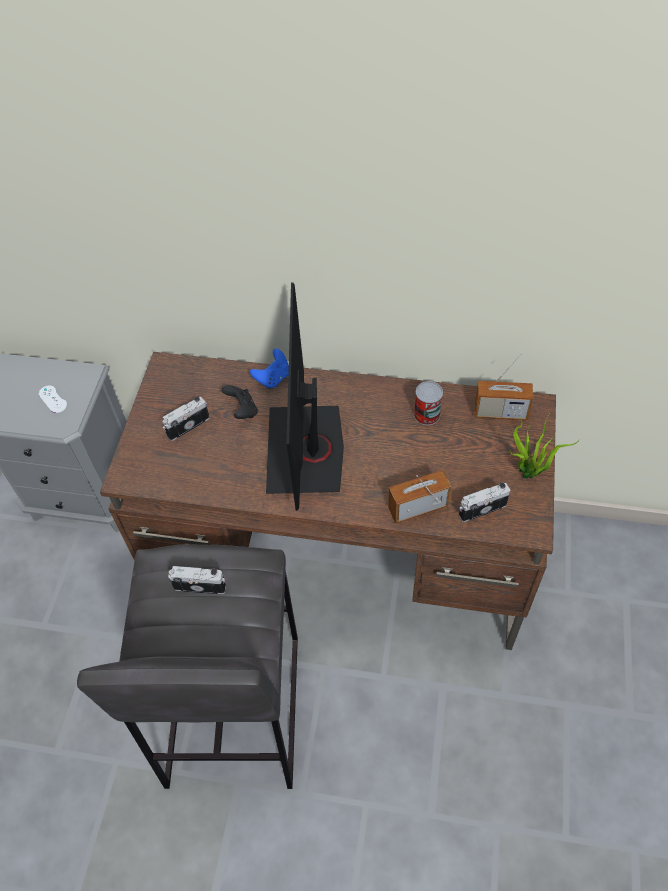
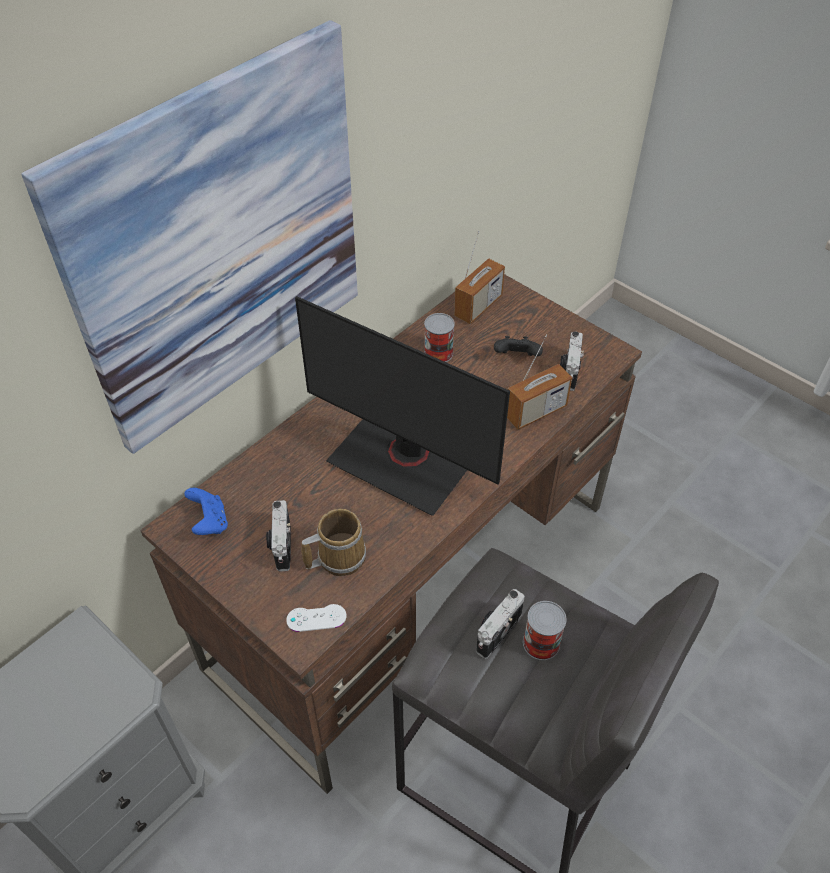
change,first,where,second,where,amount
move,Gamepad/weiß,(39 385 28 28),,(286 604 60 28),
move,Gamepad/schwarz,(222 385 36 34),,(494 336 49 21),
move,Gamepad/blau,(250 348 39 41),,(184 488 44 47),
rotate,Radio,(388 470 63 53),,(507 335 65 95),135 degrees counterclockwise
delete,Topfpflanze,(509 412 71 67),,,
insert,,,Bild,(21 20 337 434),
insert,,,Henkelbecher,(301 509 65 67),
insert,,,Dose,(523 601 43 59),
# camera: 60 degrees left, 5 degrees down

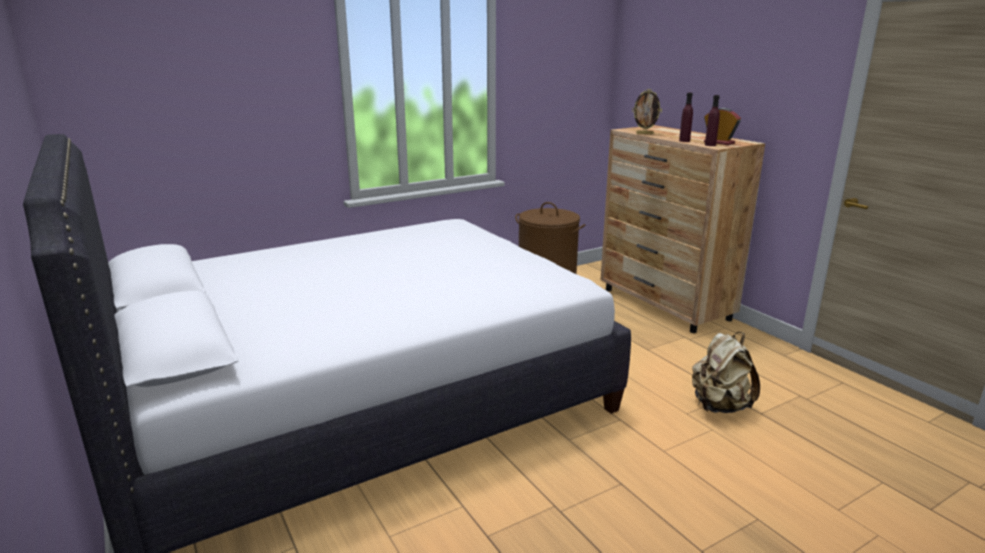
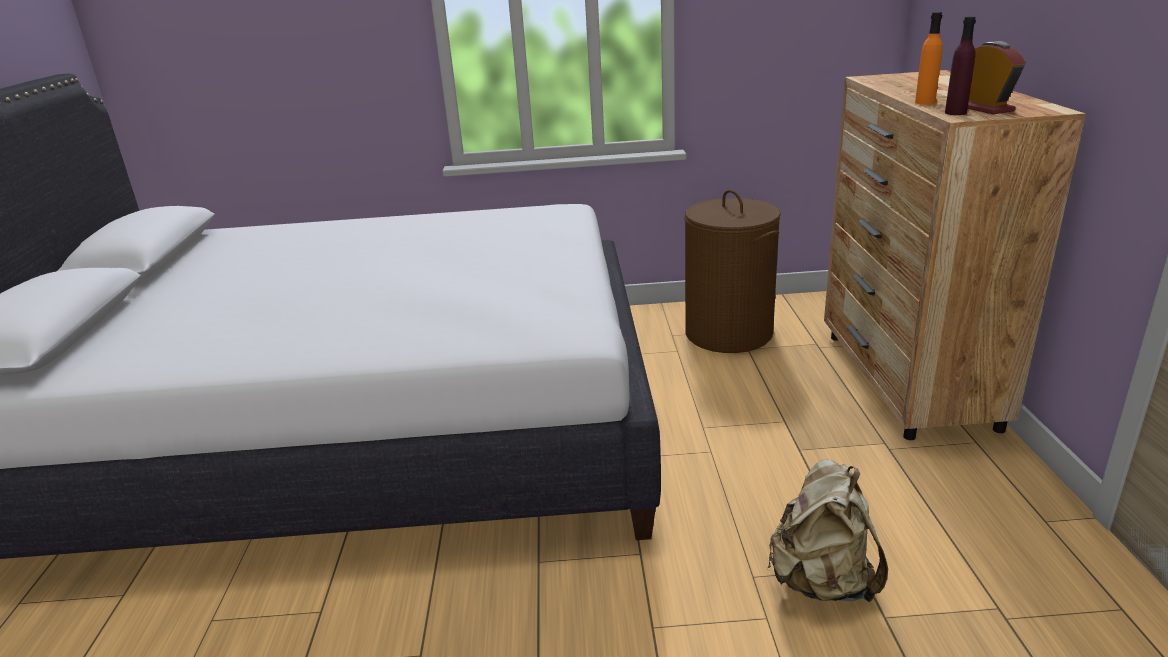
change,first,where,second,where,amount
delete,Bilderrahmen,(632 89 30 46),,,
recolor,Flasche/lila,(679 93 14 49),Flasche/orange,(915 12 28 93),
# camera: 30 degrees right, 5 degrees up

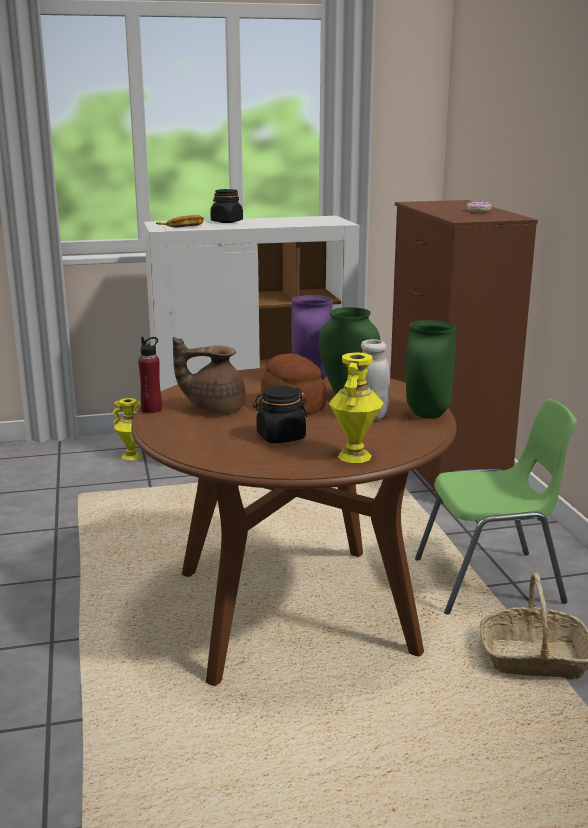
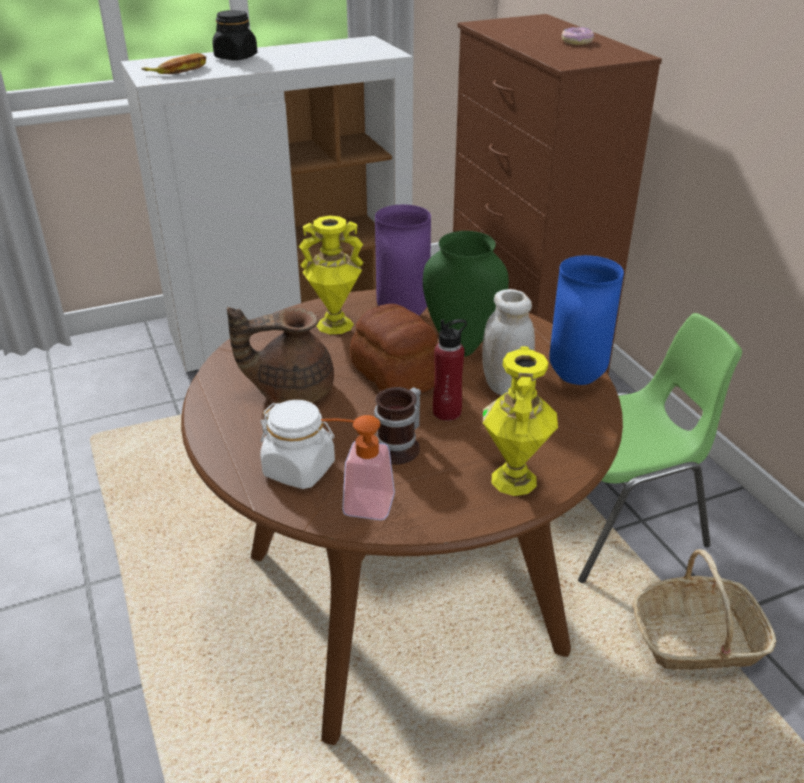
change,first,where,second,where,amount
move,Vase/gelb,(112 398 29 62),,(299 216 64 118),
move,Flasche/rot,(138 337 24 76),,(433 319 34 102),
replace,Vorratsglas/schwarz,(253 386 55 57),Henkelbecher,(374 387 47 78),
recolor,Vase/grün,(406 320 49 99),Vase/blau,(549 255 75 130),
insert,,,Vorratsglas/weiß,(260 400 75 89),
insert,,,Seifenspender,(321 415 74 105),
# camera: 10 degrees left, 15 degrees up

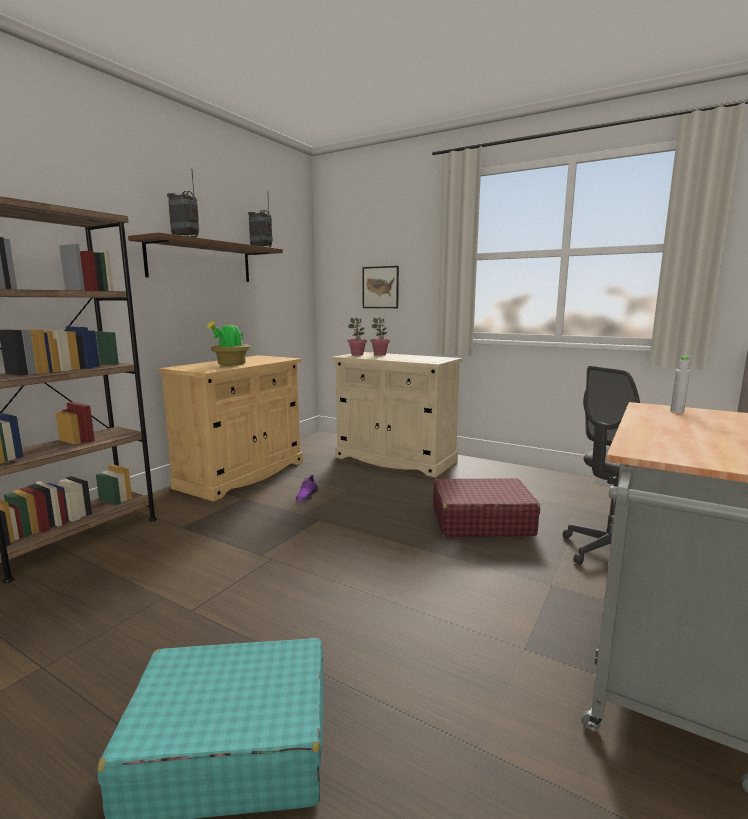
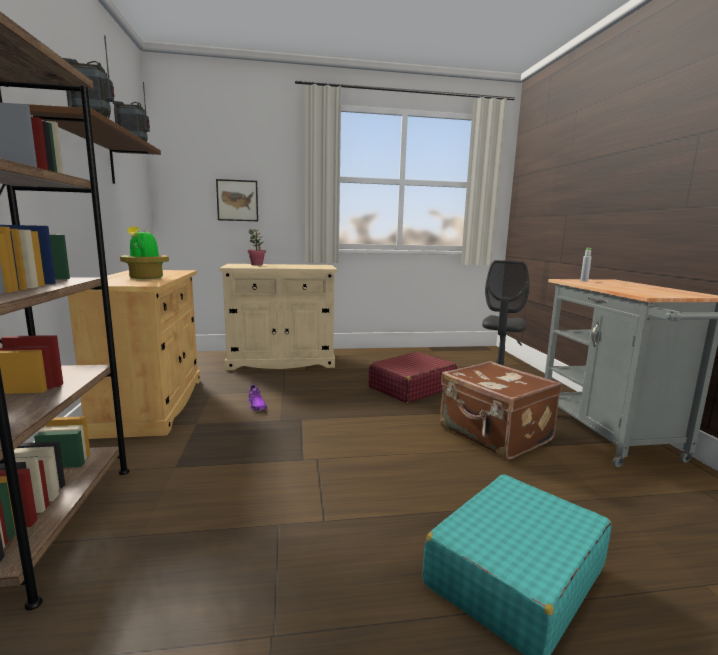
change,first,where,second,where,amount
delete,Topfpflanze,(348 317 19 39),,,
insert,,,Koffer/braun,(440 361 122 99),
# camera: 40 degrees left, 0 degrees up

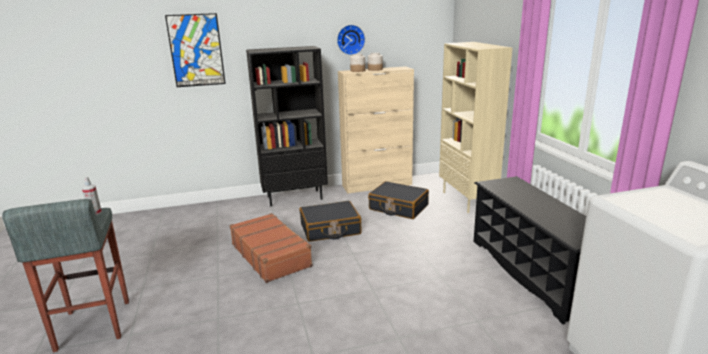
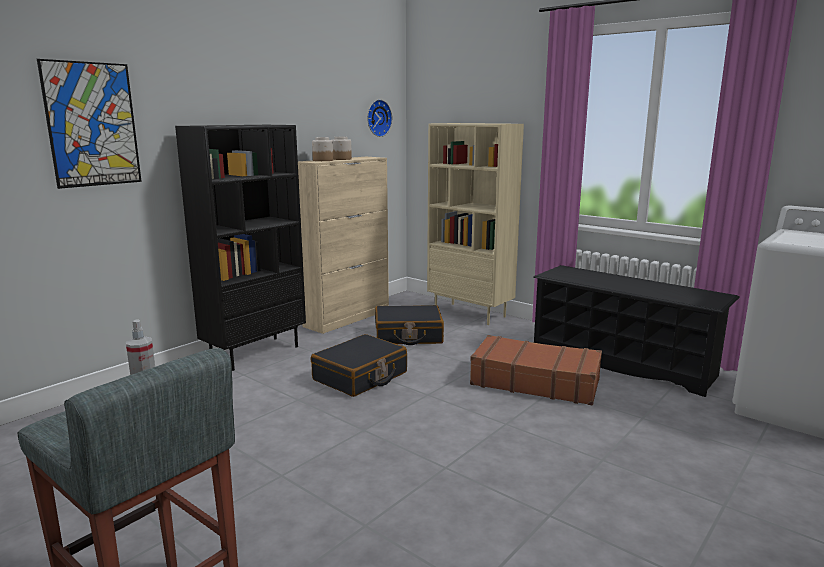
change,first,where,second,where,amount
move,Koffer/braun,(230 213 82 70),,(470 335 132 71),
move,Wanduhr,(337 25 28 30),,(367 100 25 37),
# camera: 35 degrees left, 5 degrees down

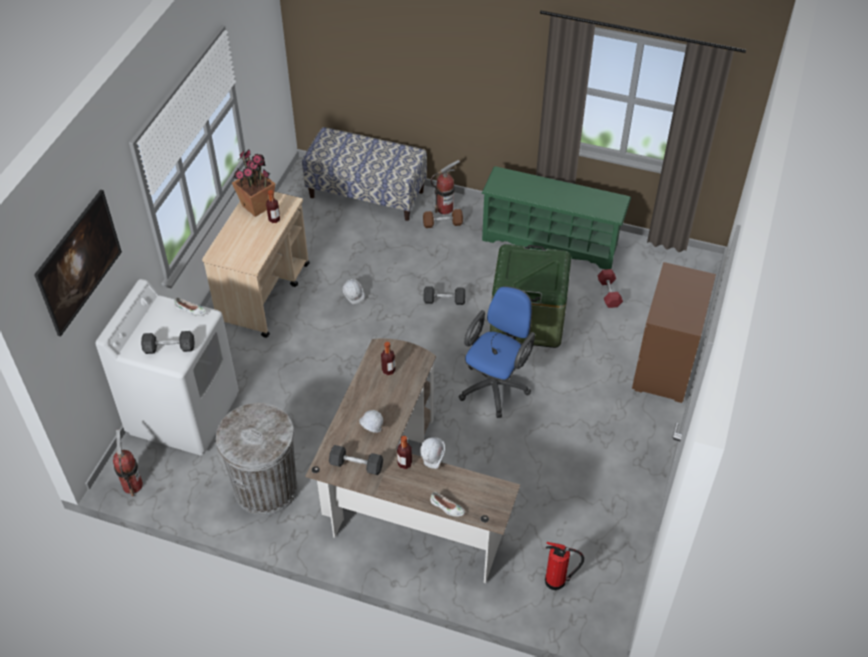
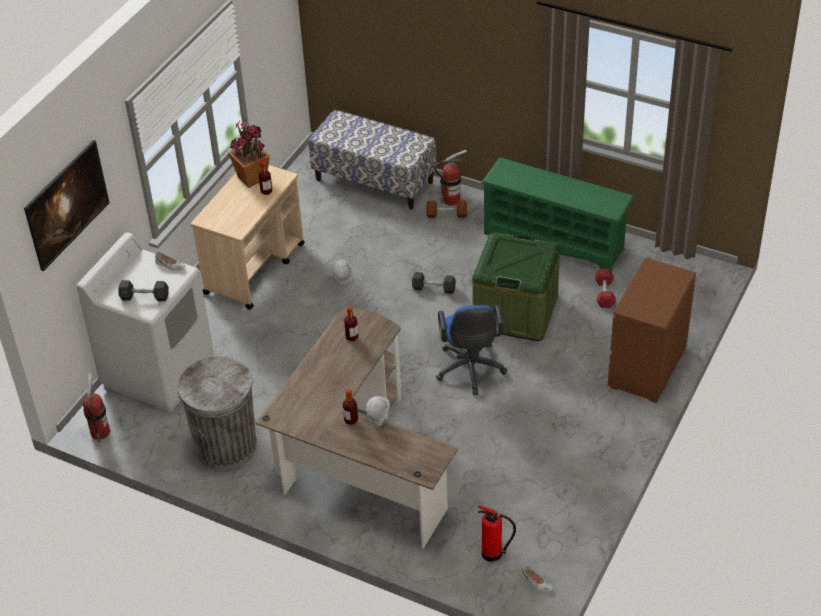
change,first,where,second,where,amount
delete,Hantel/grau,(329 445 54 30),,,
delete,Schutzhelm/weiß,(359 410 24 23),,,
move,Schuh/weiß,(430 492 35 25),,(521 566 32 26),
rotate,Bürostuhl/blau,(458 286 77 132),,(436 305 71 90),135 degrees clockwise
# camera: 10 degrees right, 5 degrees down

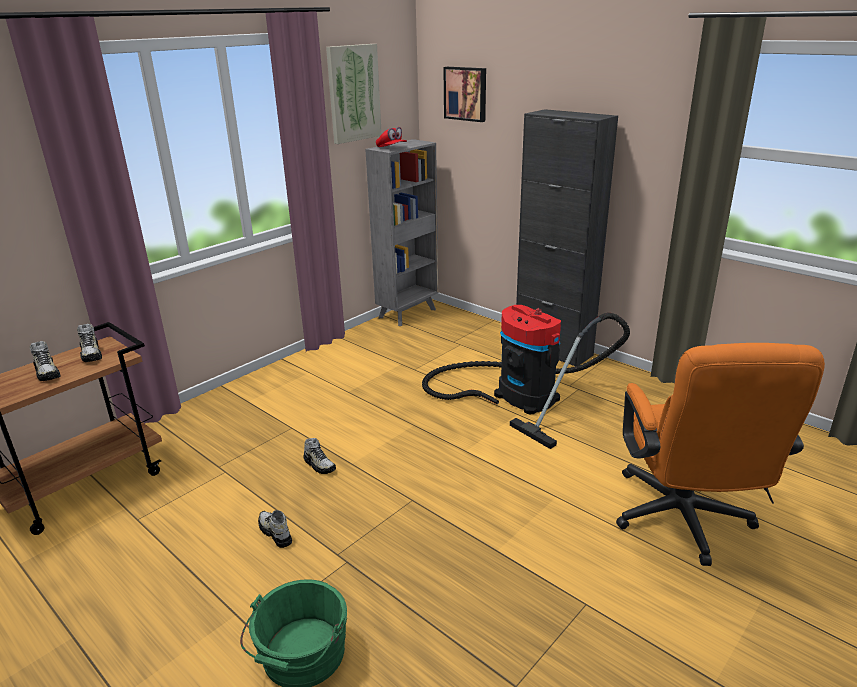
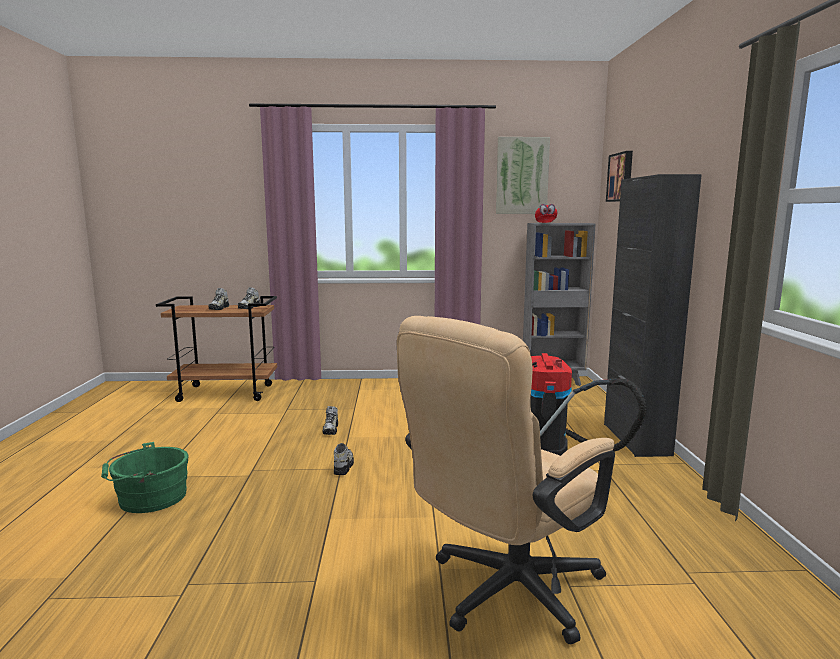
change,first,where,second,where,amount
move,Schuh,(258 510 34 38),,(334 443 20 32),
recolor,Bürostuhl/orange,(616 343 209 223),Bürostuhl/beige,(397 316 218 328),
# camera: 45 degrees right, 15 degrees down

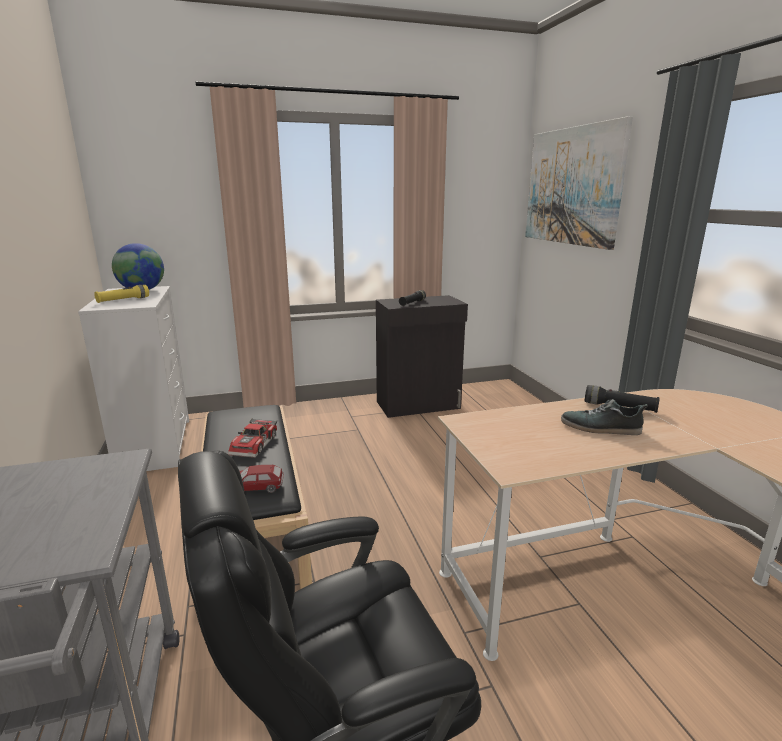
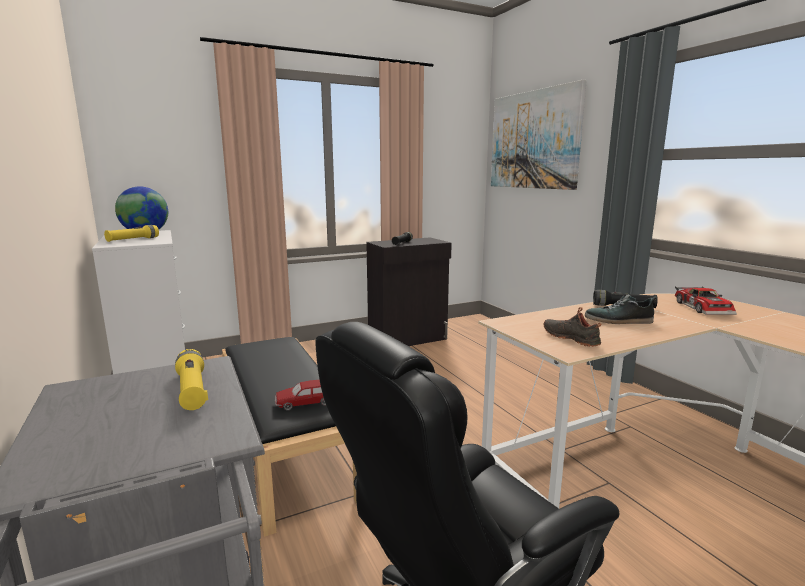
change,first,where,second,where,amount
move,Spielzeugauto,(228 418 49 40),,(675 286 62 29),
insert,,,Taschenlampe/gelb,(175 349 33 61),
insert,,,Schuh/schwarz,(543 307 58 40),
# camera: 10 degrees left, 5 degrees down

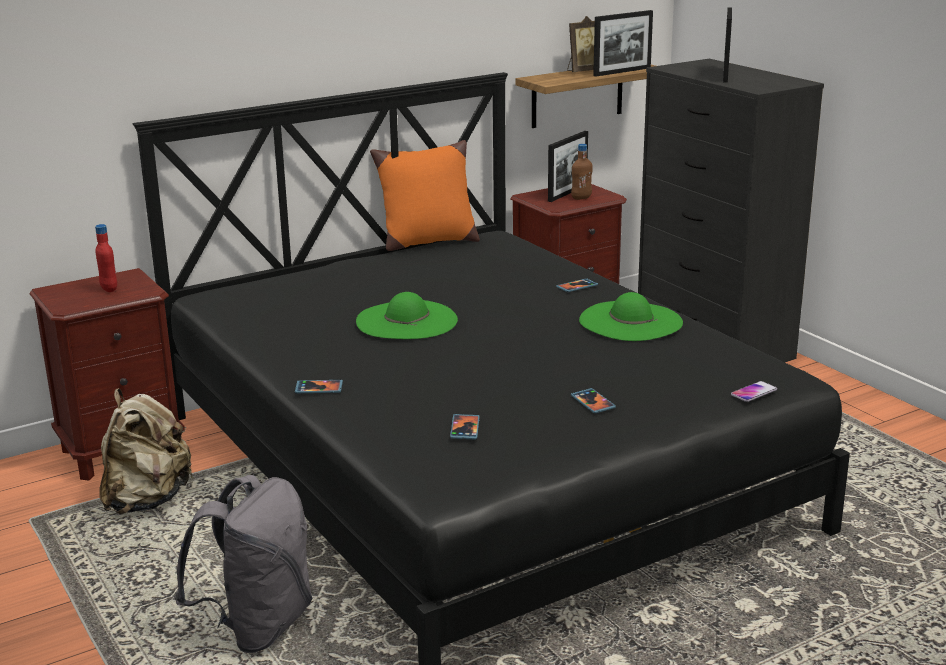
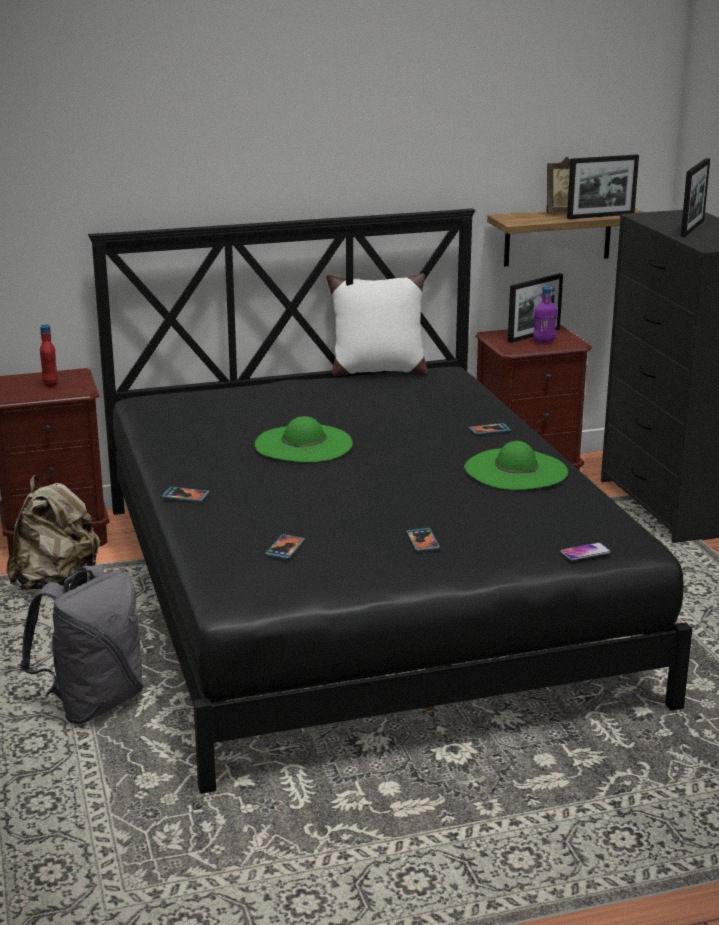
change,first,where,second,where,amount
recolor,Kissen/orange,(370 140 110 111),Kissen/weiß,(326 273 102 103),
recolor,Flasche/braun,(571 144 22 56),Flasche/lila,(533 287 24 56),
# camera: 15 degrees right, 0 degrees up

